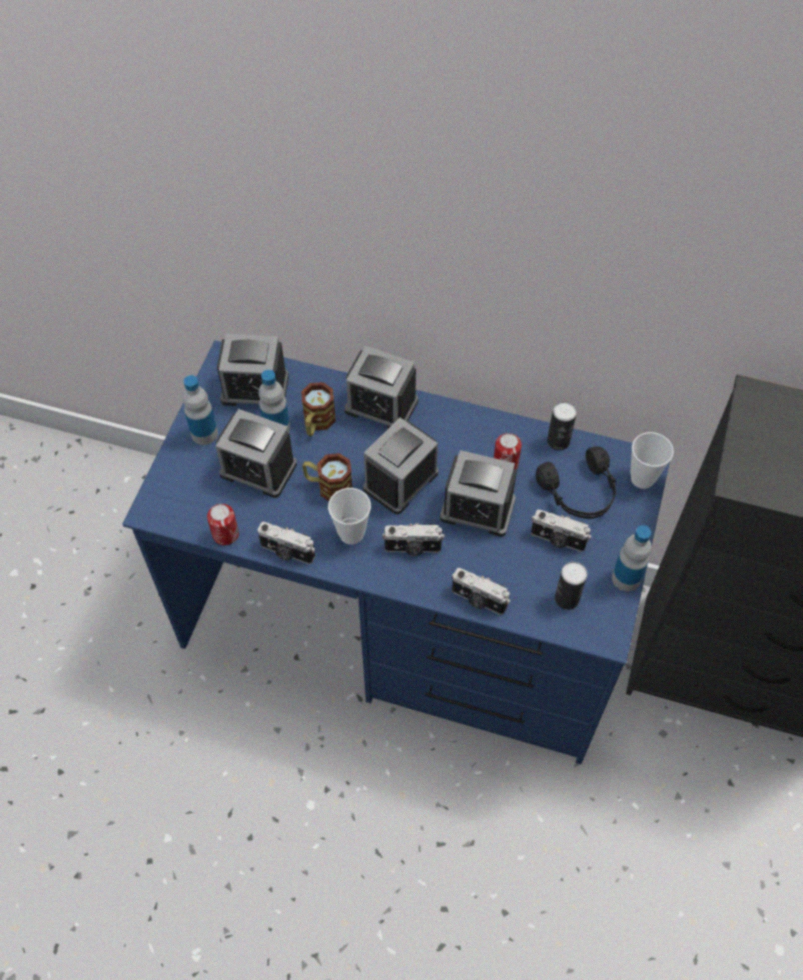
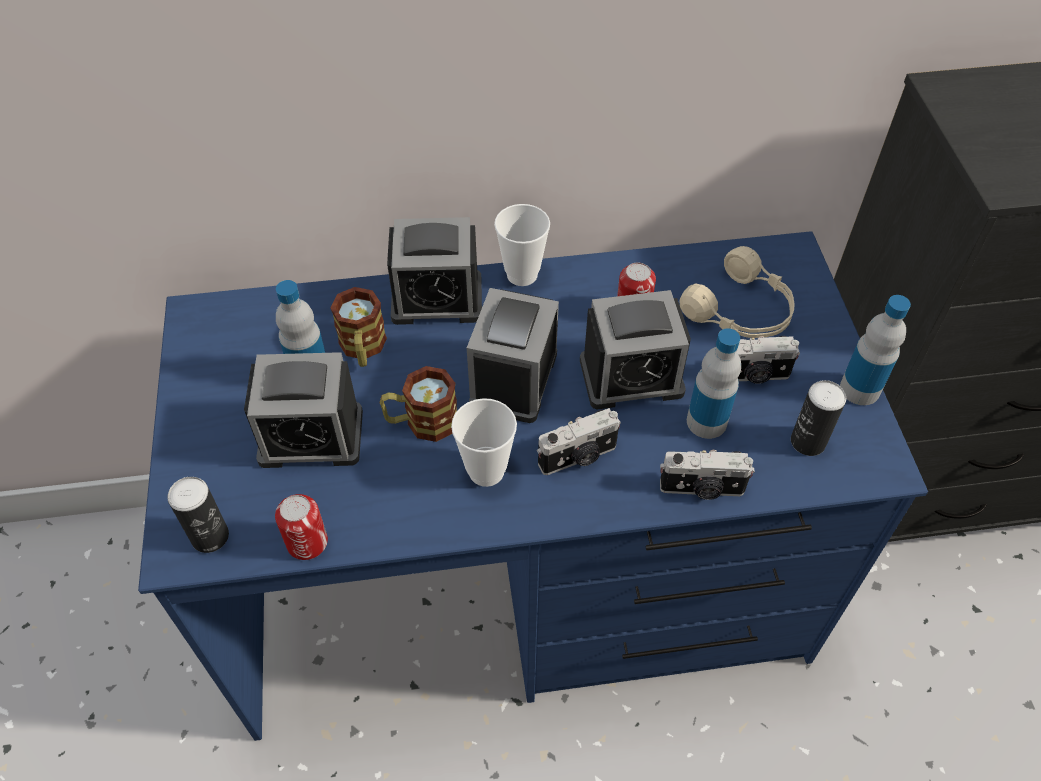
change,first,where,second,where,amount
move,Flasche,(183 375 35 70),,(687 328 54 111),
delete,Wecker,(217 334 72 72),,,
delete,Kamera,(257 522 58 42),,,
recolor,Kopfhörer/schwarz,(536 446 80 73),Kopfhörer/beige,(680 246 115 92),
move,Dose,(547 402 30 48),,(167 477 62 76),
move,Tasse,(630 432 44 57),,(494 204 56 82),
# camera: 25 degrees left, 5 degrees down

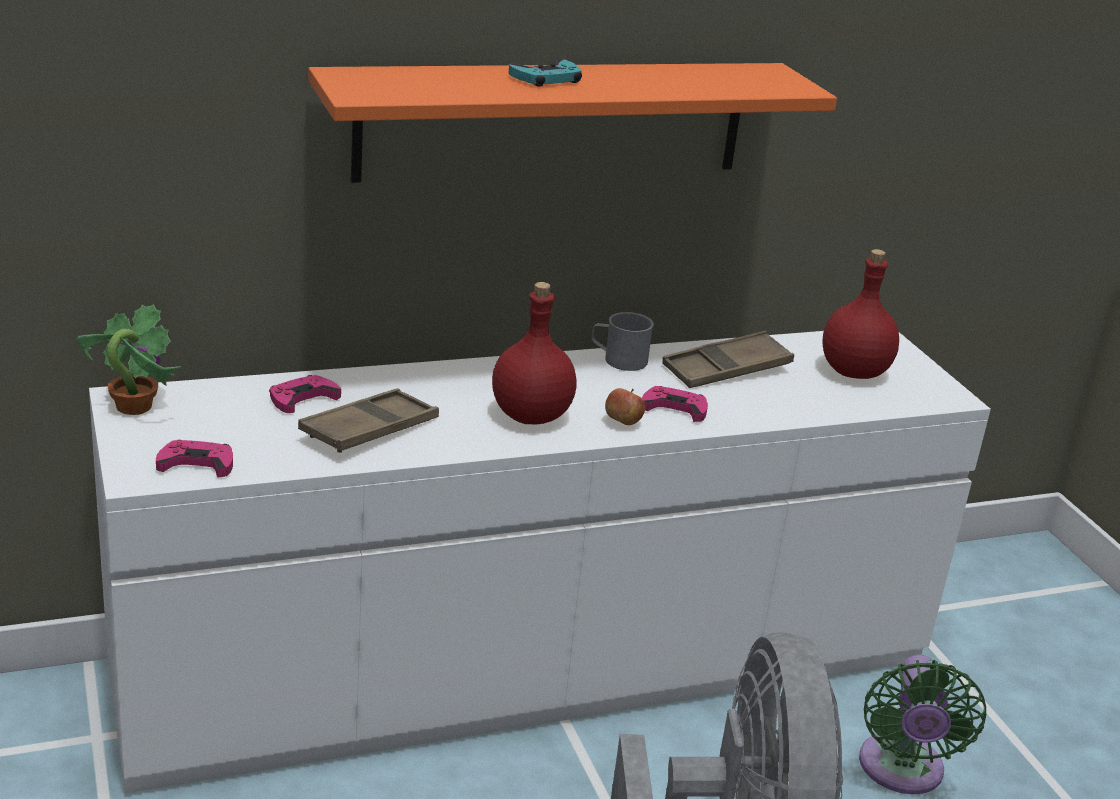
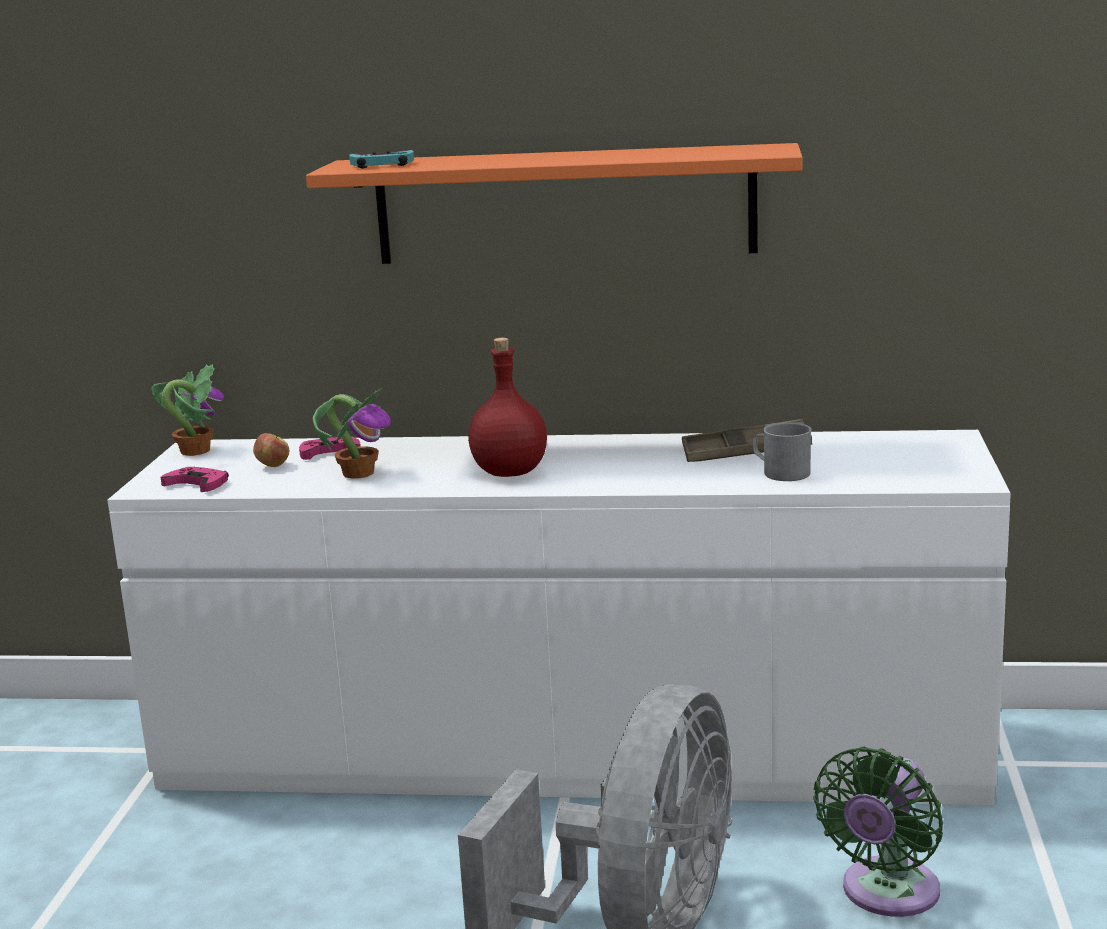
change,first,where,second,where,amount
replace,Tablett/braun,(298 388 141 65),Topfpflanze,(313 388 78 90),
move,Gamepad/türkis,(509 59 73 28),,(349 150 65 18),
move,Henkelbecher/grau,(592 312 62 59),,(753 422 59 59),
move,Apfel,(605 388 40 37),,(253 433 36 34),
delete,Gamepad/rosa,(642 386 66 36),,,
delete,Flasche/rot,(822 249 77 130),,,
# camera: 30 degrees right, 10 degrees down

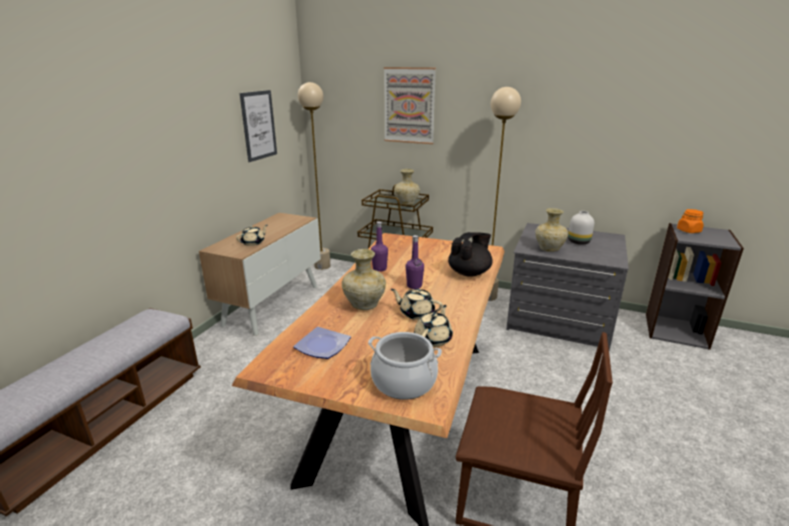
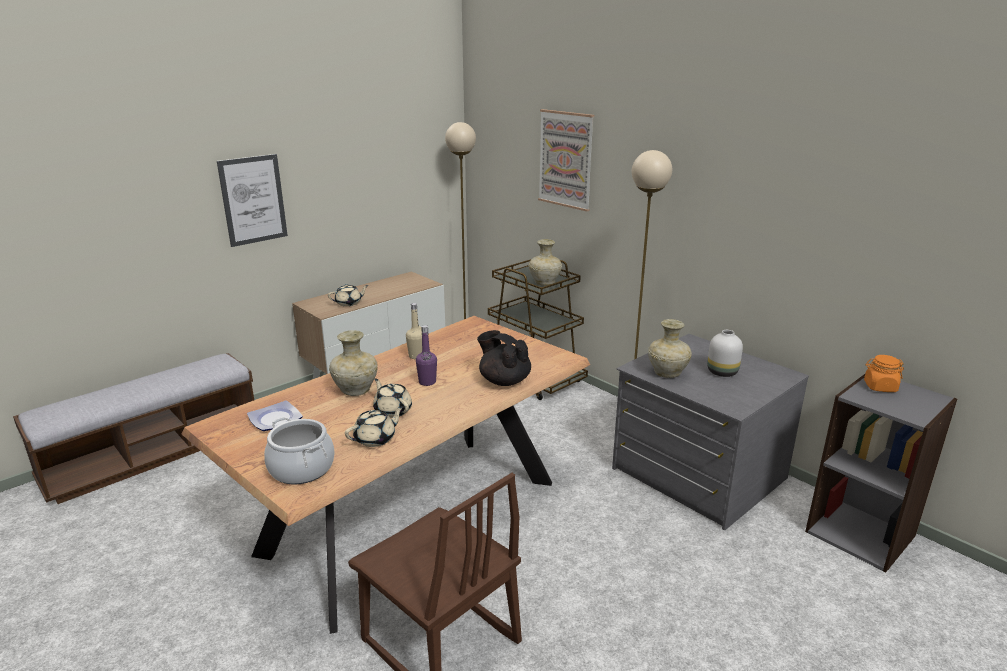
change,first,where,second,where,amount
move,Bild,(240 90 37 72),,(217 154 71 93),
recolor,Flasche/lila,(371 222 17 50),Flasche/beige,(406 303 16 56),
rotate,Teekanne/schwarz,(448 232 45 45),,(477 330 54 56),120 degrees counterclockwise
# camera: 25 degrees right, 0 degrees up

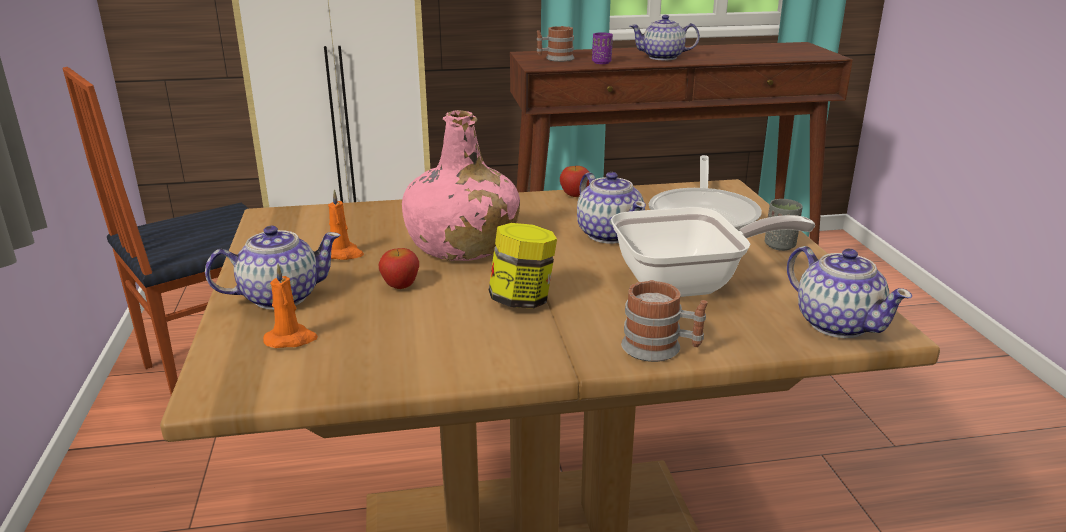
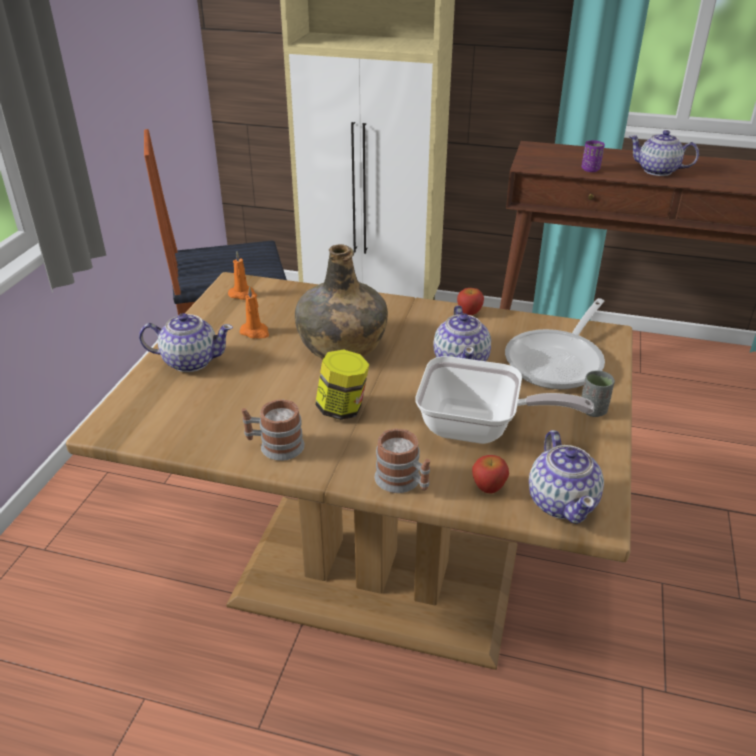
change,first,where,second,where,amount
move,Kerze/orange,(263 264 55 84),,(228 251 29 49),
move,Apfel,(378 248 41 41),,(472 455 37 39),
recolor,Flasche/rosa,(402 110 118 151),Flasche/grün,(295 244 93 115),
move,Henkelbecher,(537 26 37 36),,(241 399 64 62),
# camera: 25 degrees right, 10 degrees up

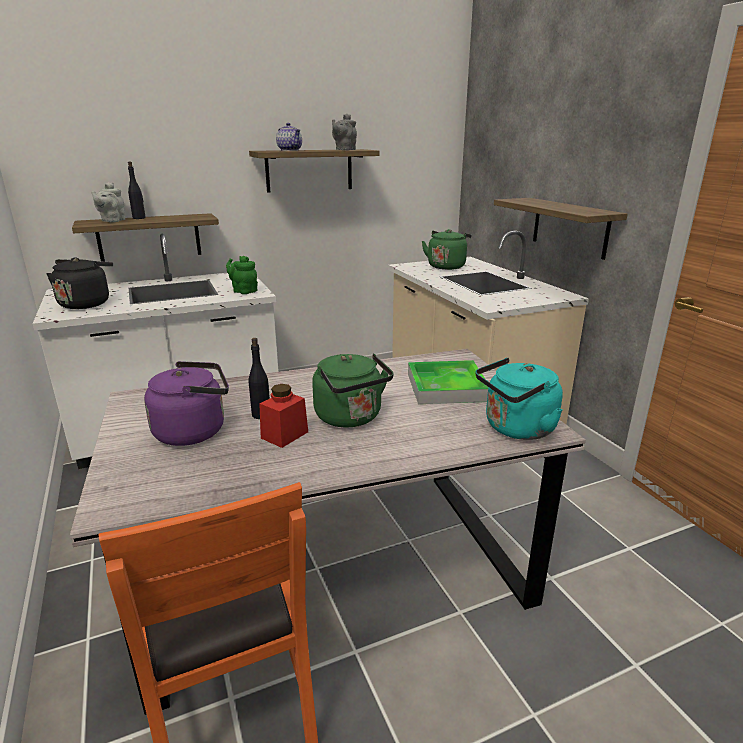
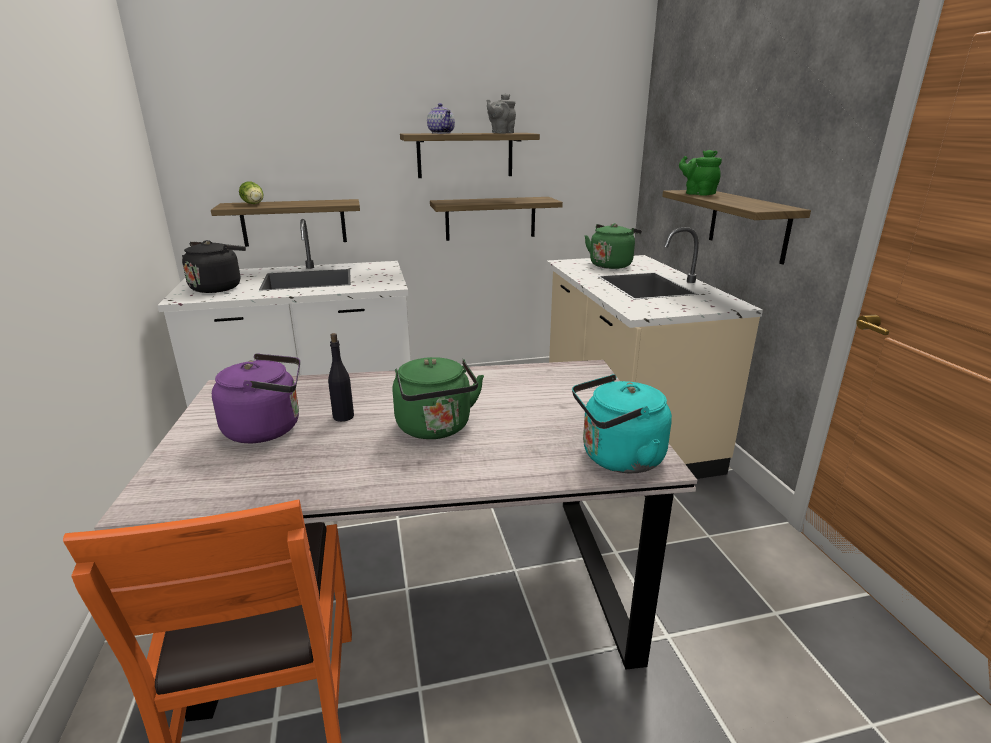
change,first,where,second,where,amount
replace,Teekanne/grau,(91 182 34 40),Salatkopf,(239 181 24 23),
delete,Flasche/schwarz,(128 162 18 57),,,
move,Teekanne/grün,(226 256 32 38),,(679 150 43 46),
delete,Vorratsglas/rot,(259 384 49 64),,,
delete,Tablett,(408 360 80 44),,,
insert,,,Wandregal,(430 197 133 44),
# camera: 10 degrees right, 0 degrees up

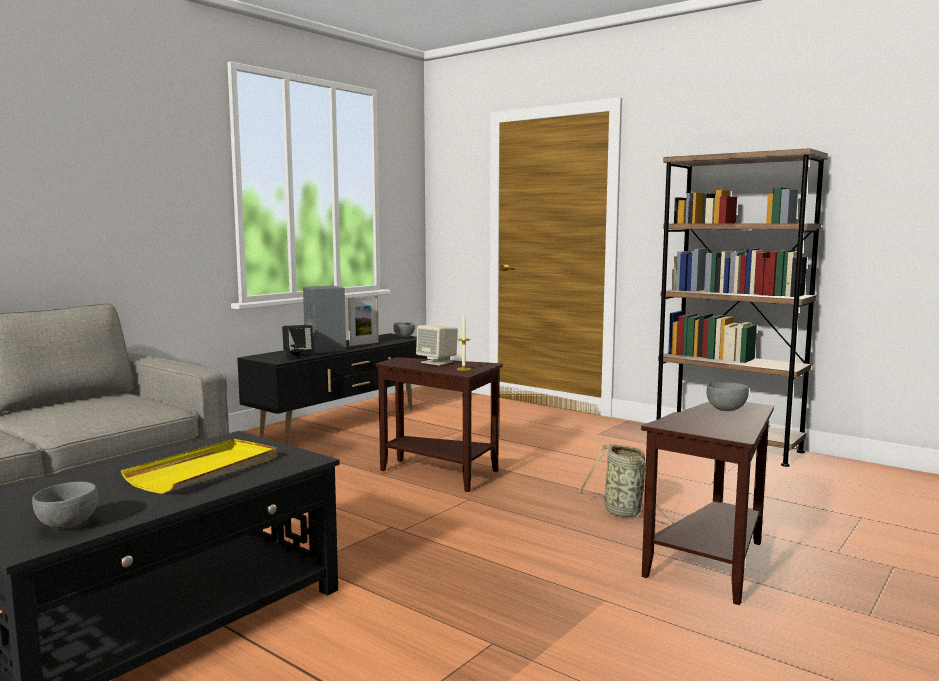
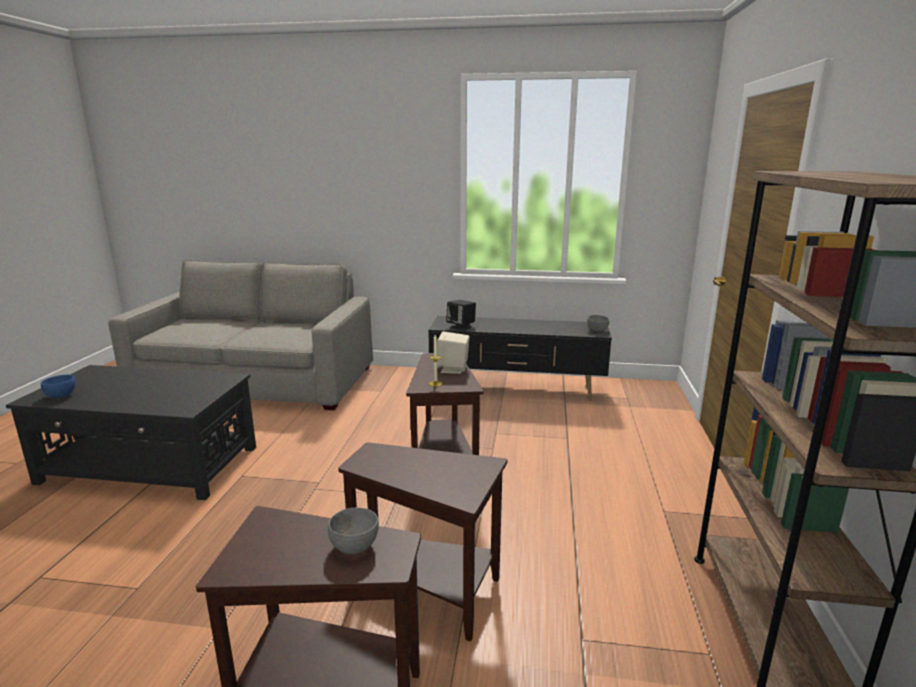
change,first,where,second,where,amount
recolor,Schüssel/grau,(32 482 66 47),Schüssel/blau,(41 375 35 23),
delete,Tablett/gelb,(121 439 157 55),,,
delete,Lautsprecher/grau,(303 285 43 68),,,
delete,Bilderrahmen,(348 296 31 50),,,
replace,Korb,(579 444 95 81),Beistelltisch/braun,(338 442 169 200),
# camera: 60 degrees right, 10 degrees up

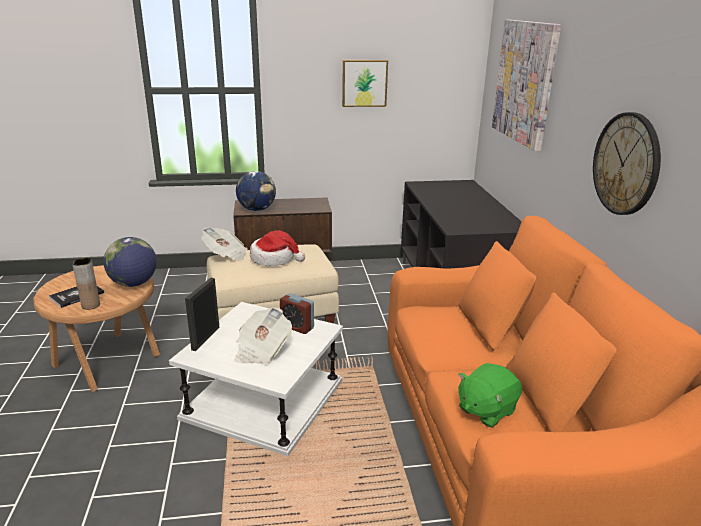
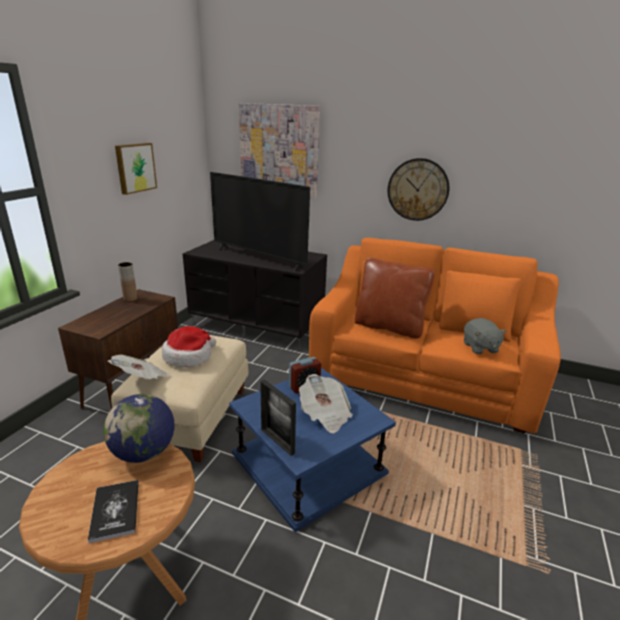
change,first,where,second,where,amount
move,Vase/braun,(72 258 28 52),,(118 262 19 40),
recolor,Beistelltisch/weiß,(169 302 174 154),Beistelltisch/blau,(229 368 167 164),
delete,Globus,(236 171 40 40),,,
recolor,Plüschtier/grün,(458 363 64 65),Plüschtier/grau,(464 318 43 36),
insert,,,Fernseher,(210 172 100 100),
insert,,,Kissen/braun,(354 258 80 80),
# camera: 60 degrees left, 0 degrees up

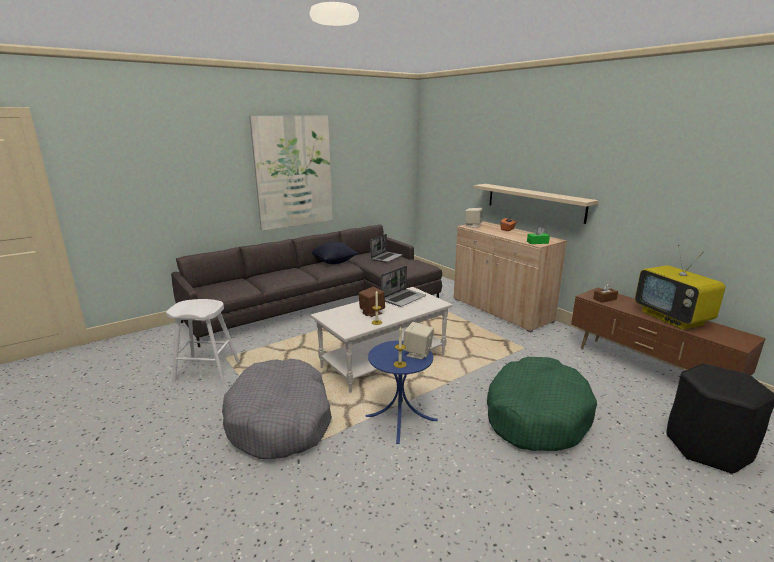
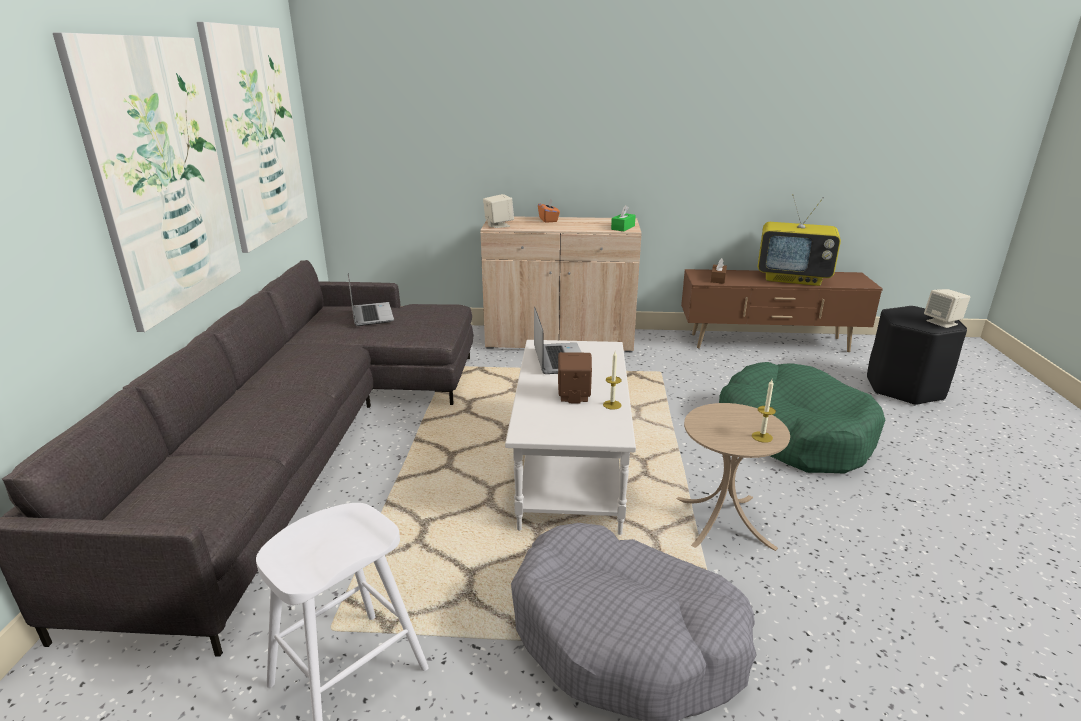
change,first,where,second,where,amount
delete,Kissen/schwarz,(312 242 46 22),,,
recolor,Beistelltisch/blau,(365 340 73 104),Beistelltisch/beige,(676 403 114 148),
move,Lautsprecher/beige,(403 322 31 37),,(924 289 46 39),
delete,Wandregal/beige,(473 184 126 40),,,
insert,,,Bild,(197 22 111 231),
# camera: 50 degrees left, 5 degrees up

